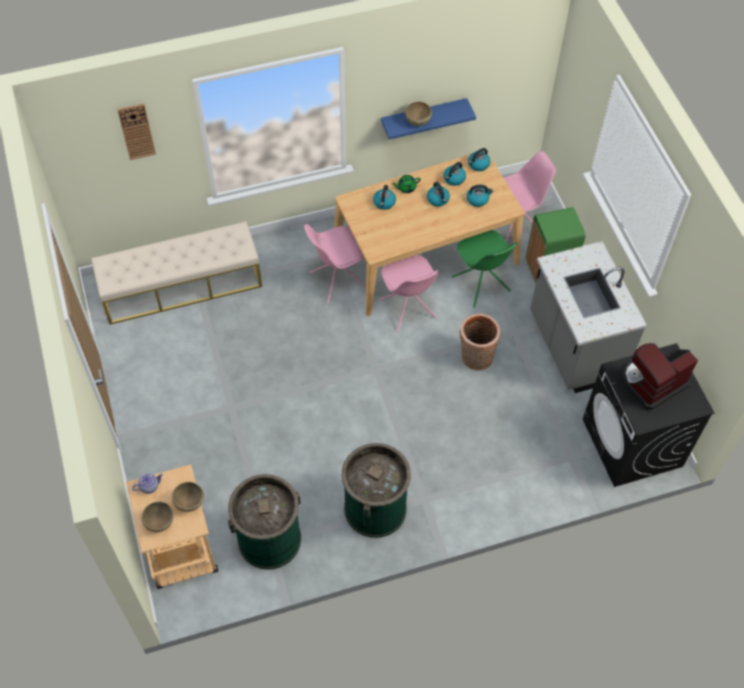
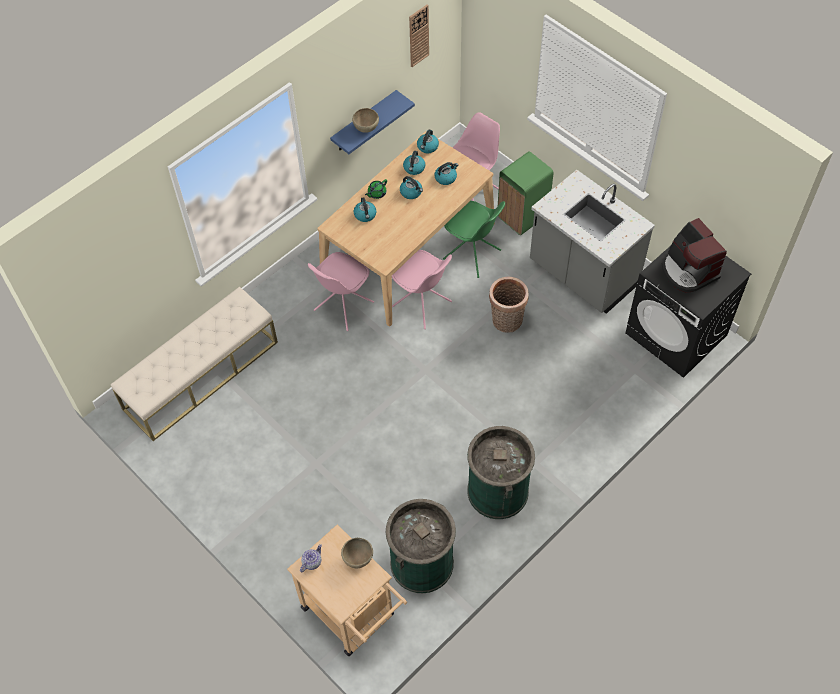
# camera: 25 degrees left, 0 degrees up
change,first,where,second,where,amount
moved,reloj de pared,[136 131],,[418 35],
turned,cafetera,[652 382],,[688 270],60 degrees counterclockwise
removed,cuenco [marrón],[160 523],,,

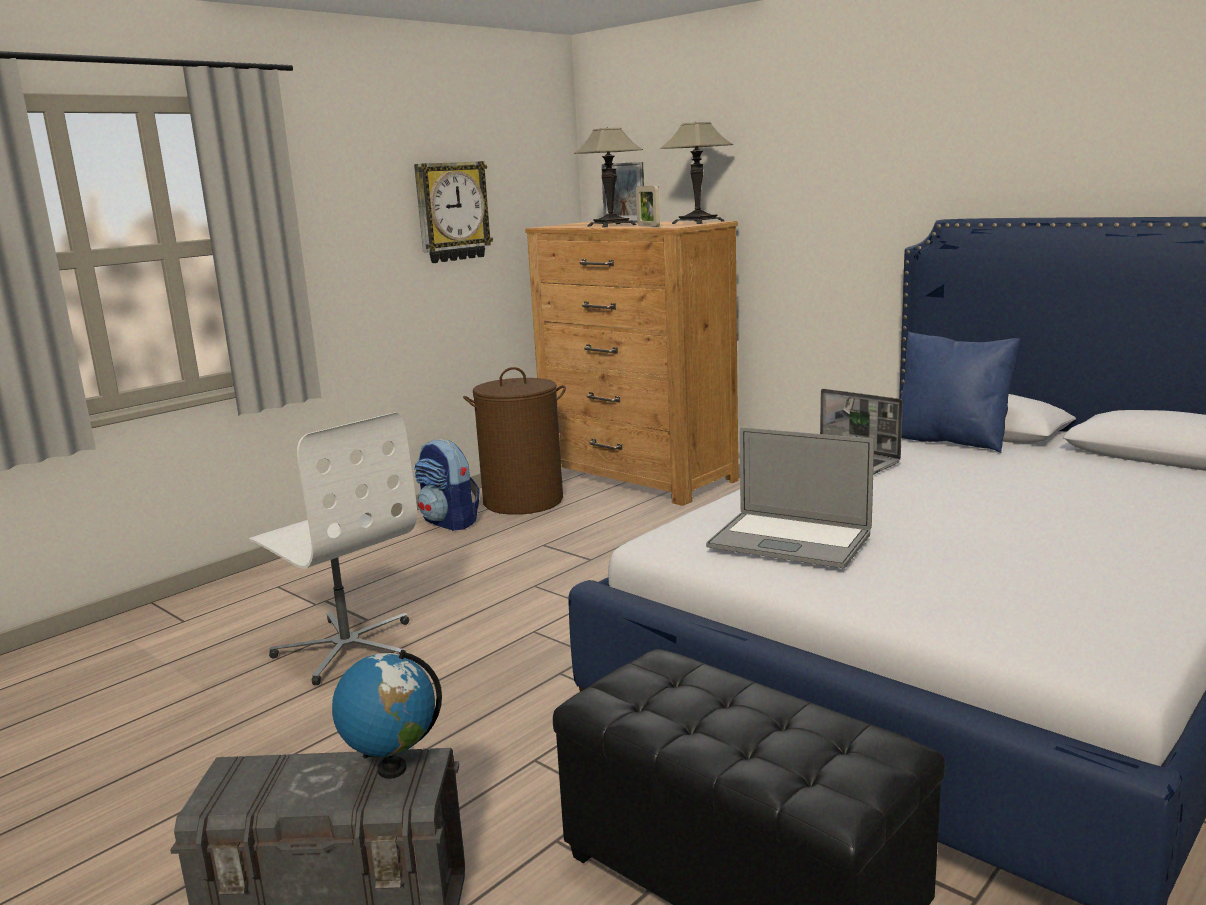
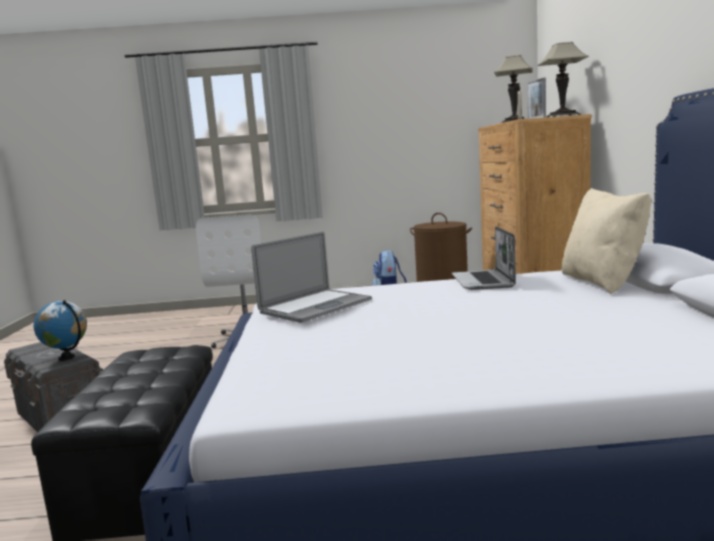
# camera: 45 degrees right, 5 degrees down
change,first,where,second,where,amount
removed,reloj de pared,[451 211],,,
recoloured,cojín [azul],[950 441],cojín [beis],[602 282],
turned,portátil,[789 540],,[315 306],120 degrees counterclockwise

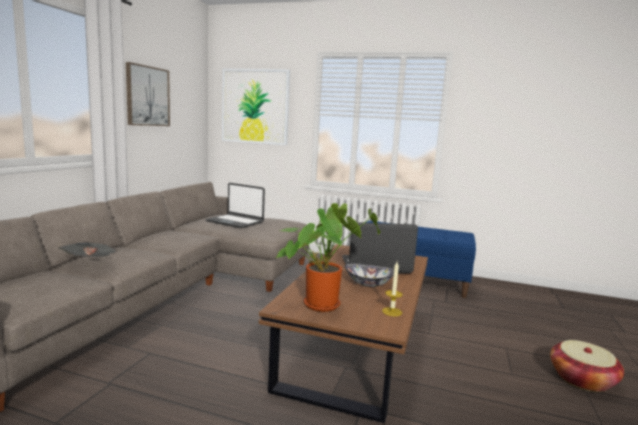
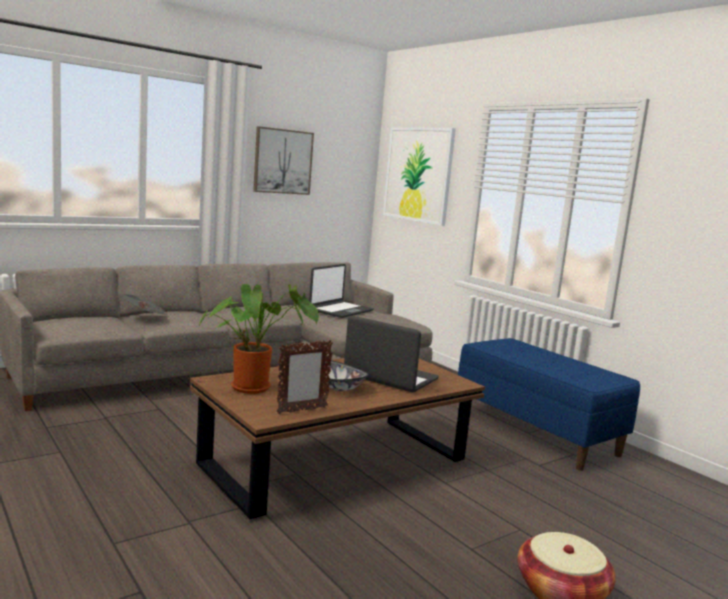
# camera: 35 degrees right, 0 degrees up
change,first,where,second,where,amount
turned,portátil,[235 222],,[340 310],120 degrees counterclockwise
replaced,vela,[392 312],portarretratos,[301 410],

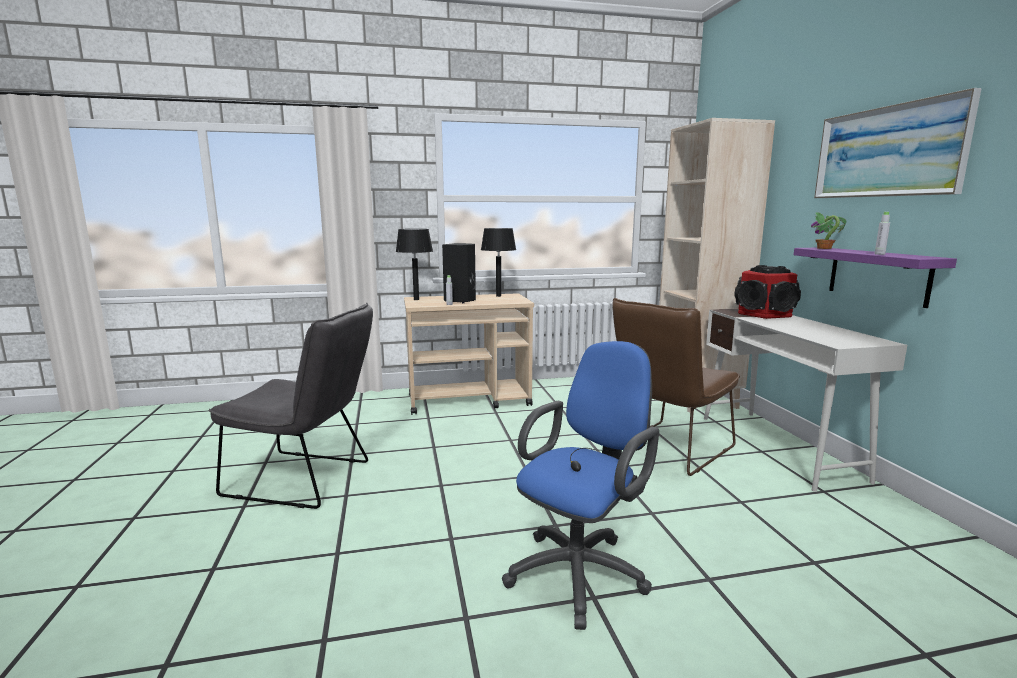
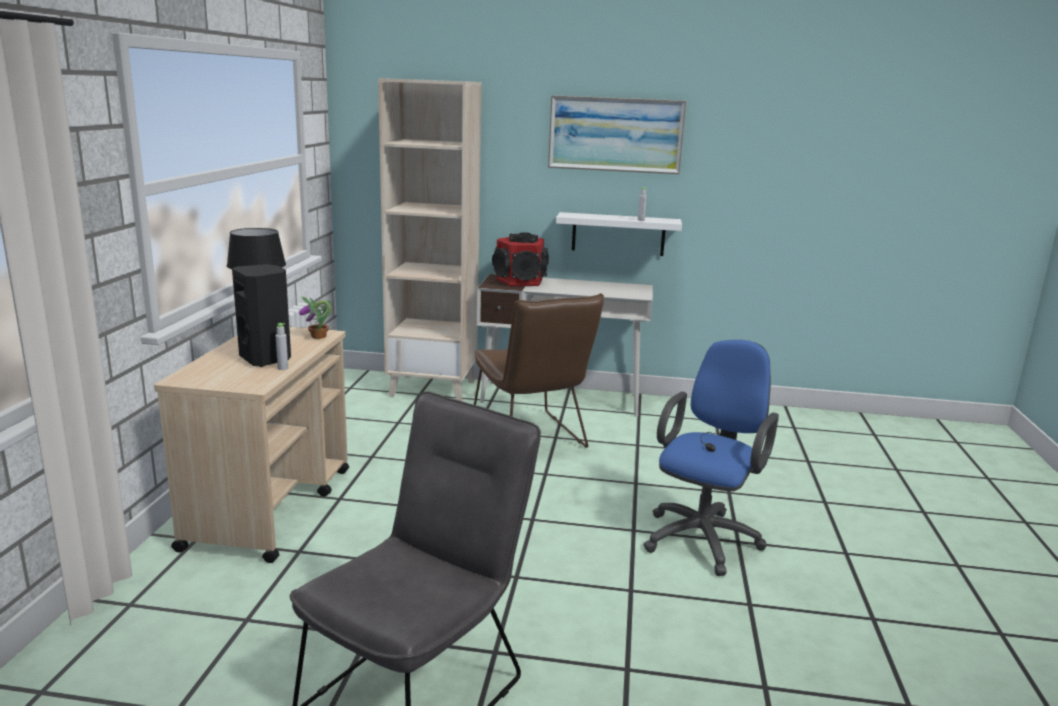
# camera: 70 degrees left, 5 degrees up
change,first,where,second,where,amount
moved,planta en maceta,[824 248],,[319 336],
removed,lámpara de mesa [negro],[416 299],,,
recoloured,estante [morado],[878 275],estante [blanco],[618 234],
turned,silla de oficina [azul],[581 570],,[704 537],60 degrees clockwise

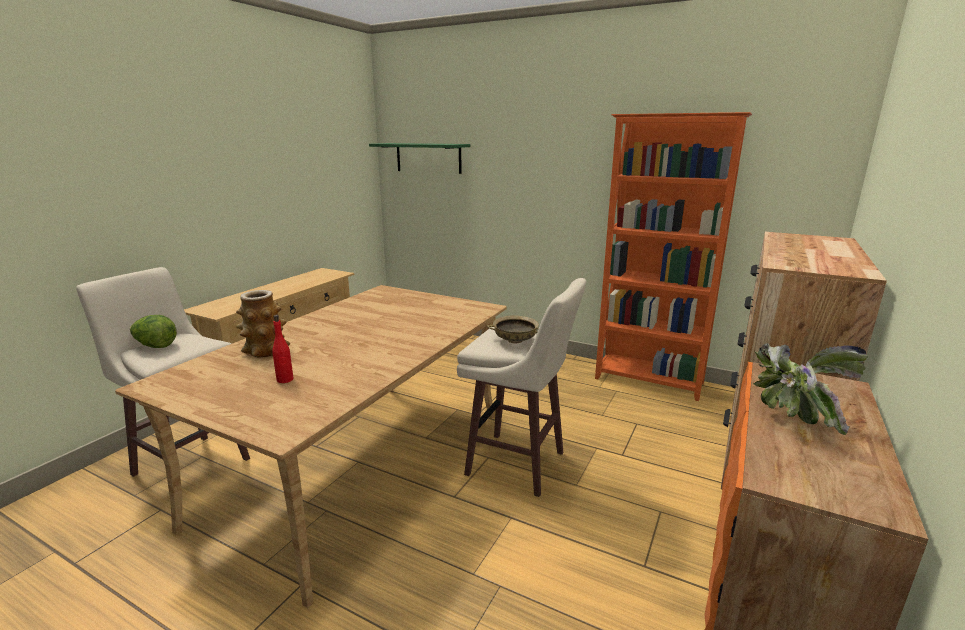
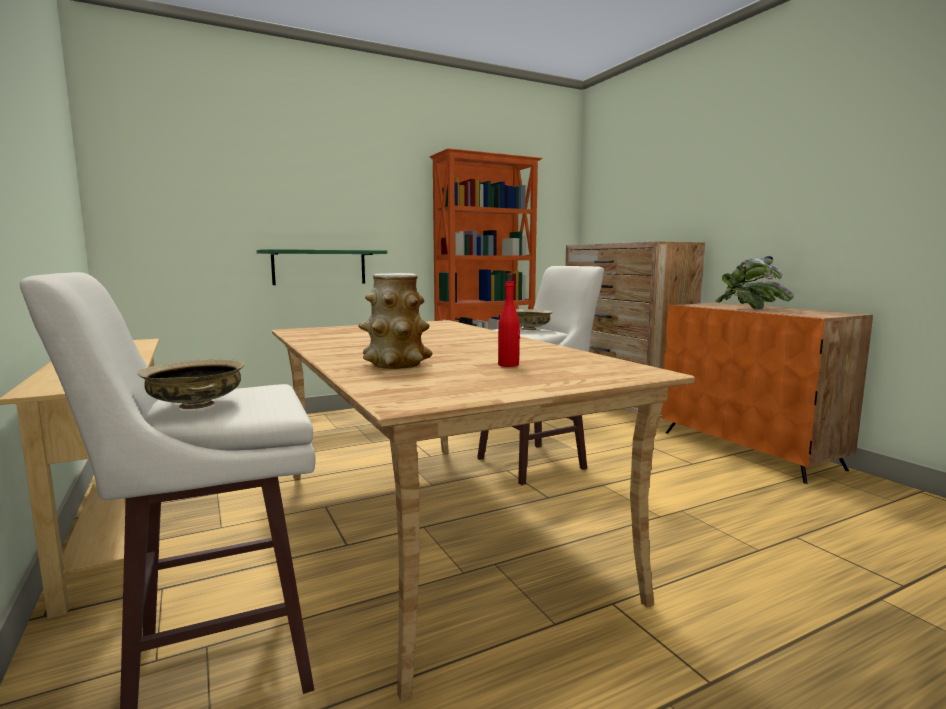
# camera: 55 degrees left, 10 degrees down
change,first,where,second,where,amount
moved,estante [verde],[428 158],,[319 267],
replaced,lechuga,[155 346],cuenco [beis],[196 405],

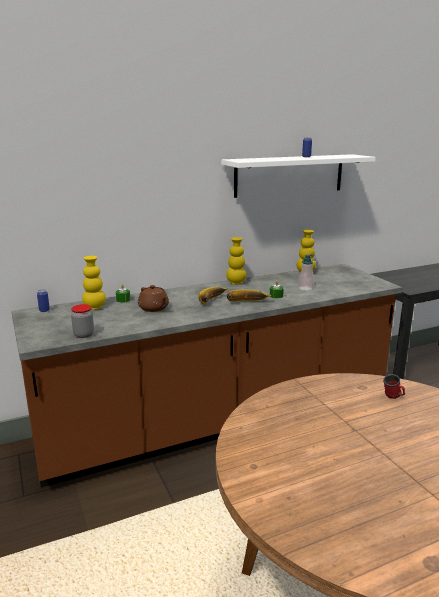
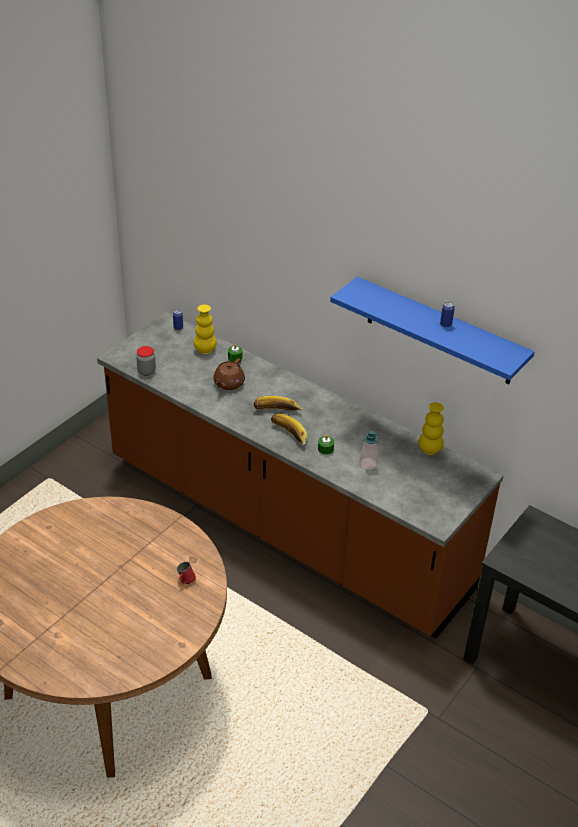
# camera: 60 degrees right, 20 degrees up
change,first,where,second,where,amount
recoloured,estante [blanco],[289 175],estante [azul],[439 332],
removed,florero [amarillo],[236 282],,,

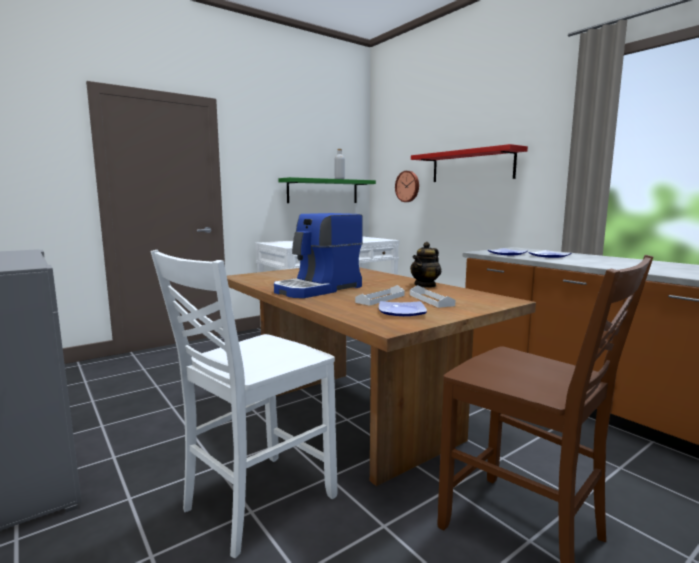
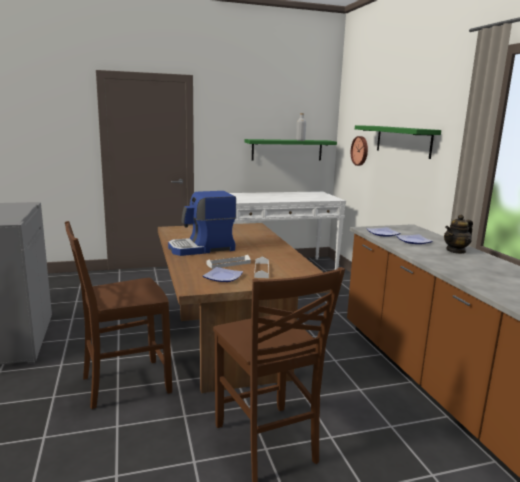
# camera: 20 degrees right, 5 degrees up
change,first,where,second,where,amount
recoloured,estante [rojo],[471 166],estante [verde],[403 141],
moved,tetera,[425 285],,[456 251],
recoloured,silla [blanco],[256 502],silla [marrón],[124 384],

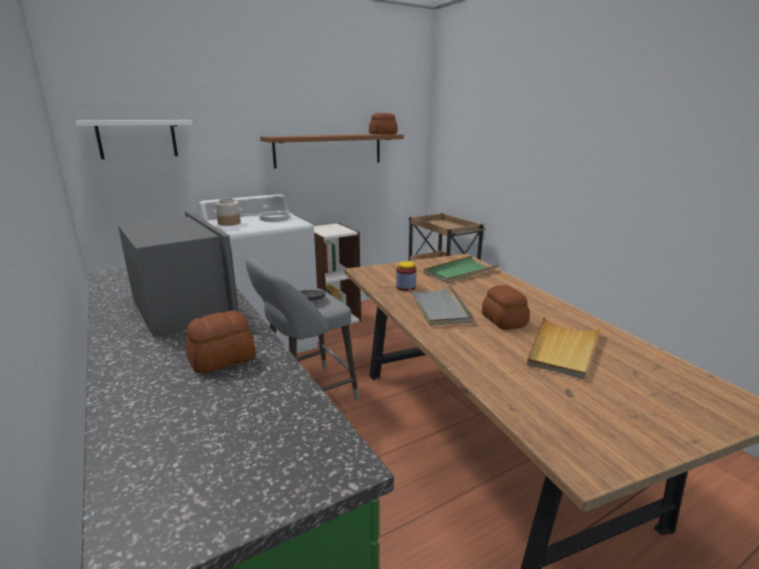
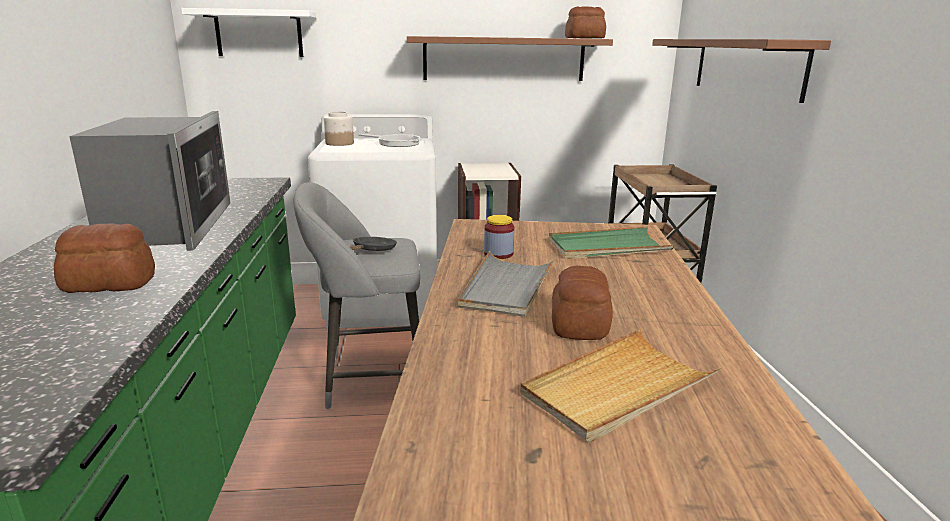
# camera: 25 degrees right, 0 degrees up
change,first,where,second,where,amount
added,,,estante [marrón],[746 66],

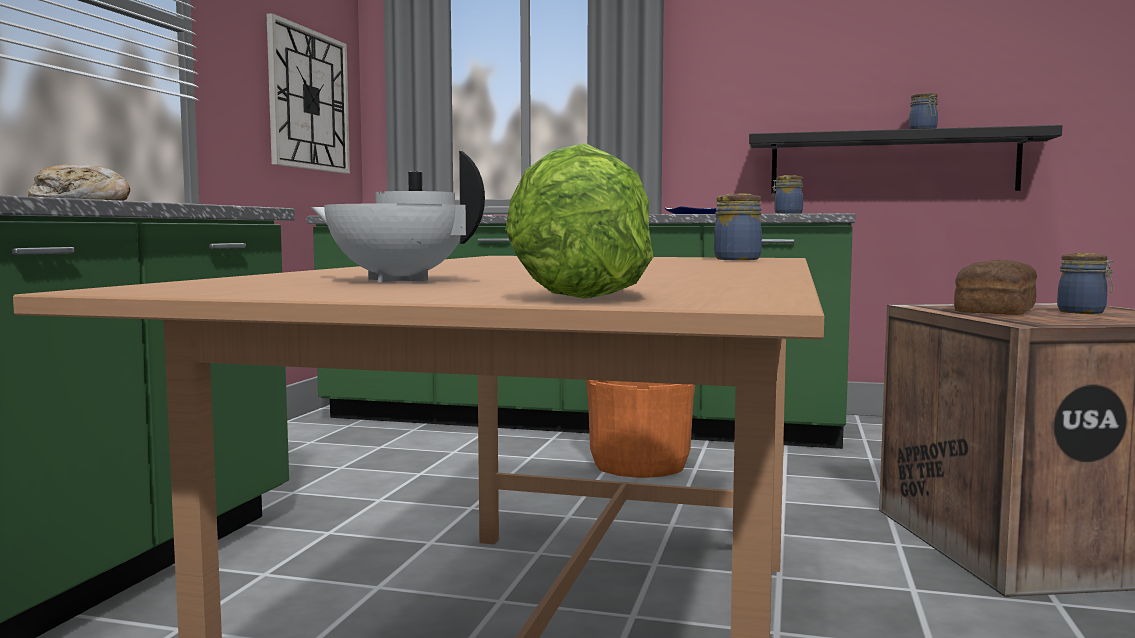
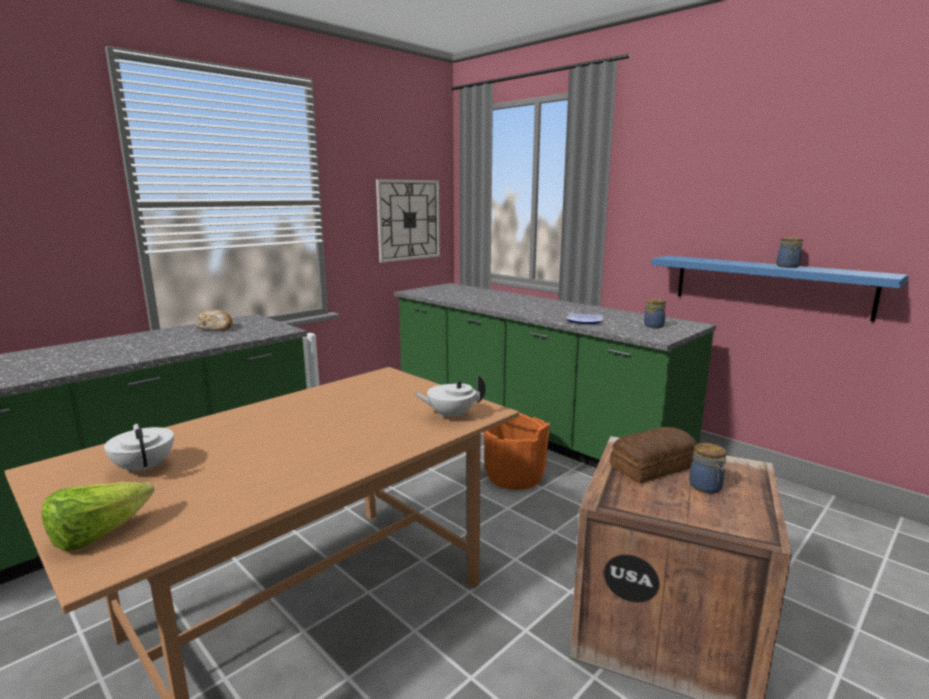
# camera: 30 degrees right, 10 degrees up
change,first,where,second,where,amount
recoloured,estante [negro],[892 163],estante [azul],[768 285],
replaced,tarro,[735 259],tetera [blanco],[450 415],

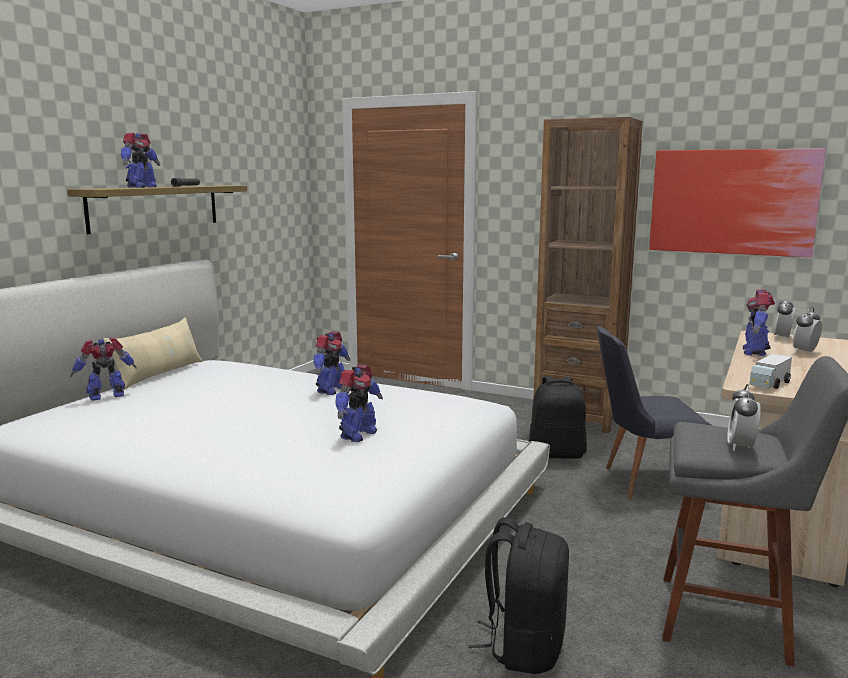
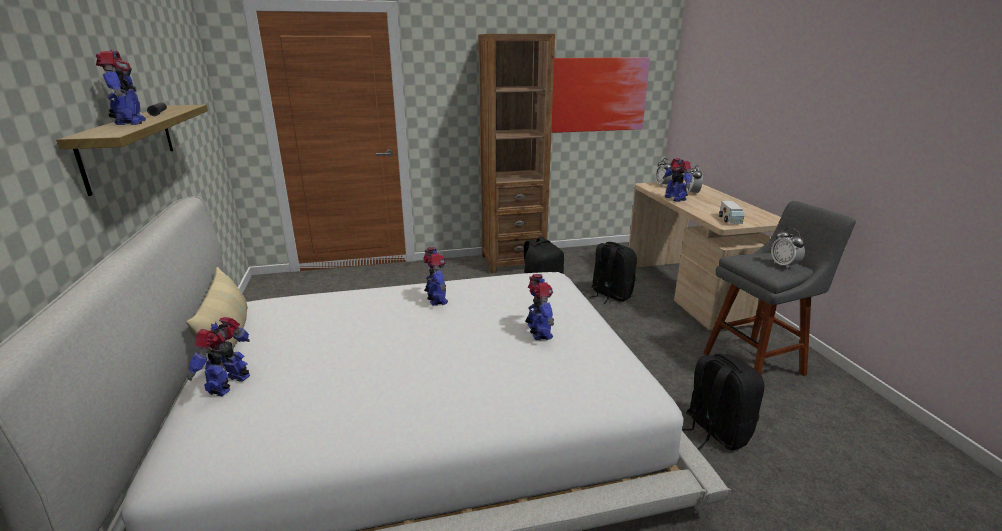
# camera: 40 degrees left, 10 degrees up
change,first,where,second,where,amount
replaced,silla [negro],[645 481],mochila [negro],[610 295],

